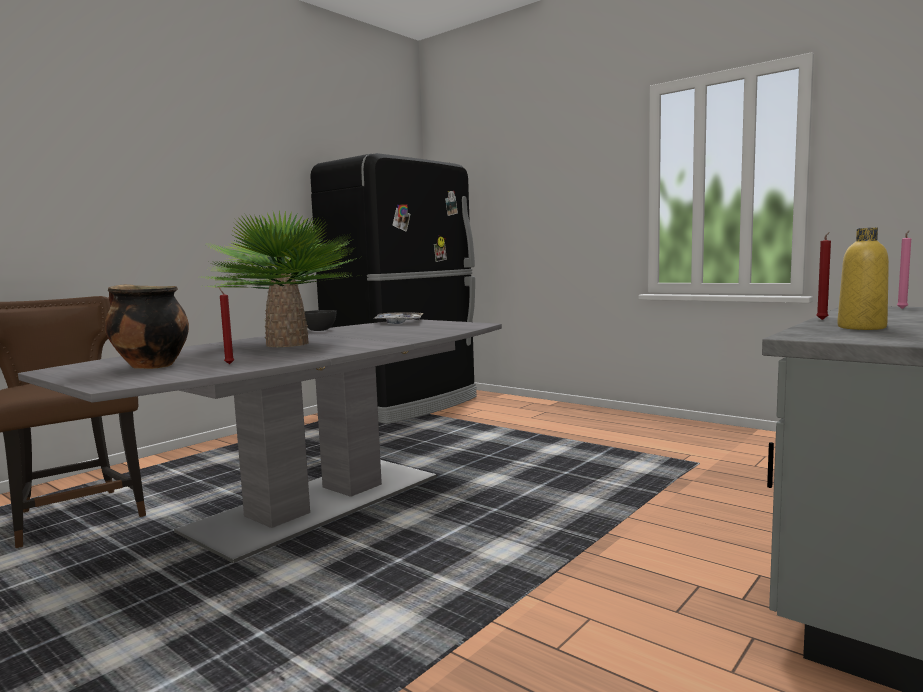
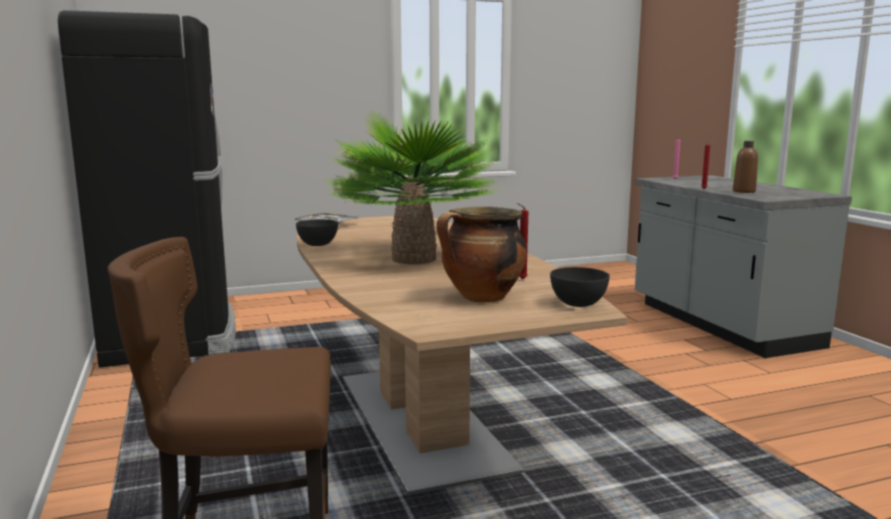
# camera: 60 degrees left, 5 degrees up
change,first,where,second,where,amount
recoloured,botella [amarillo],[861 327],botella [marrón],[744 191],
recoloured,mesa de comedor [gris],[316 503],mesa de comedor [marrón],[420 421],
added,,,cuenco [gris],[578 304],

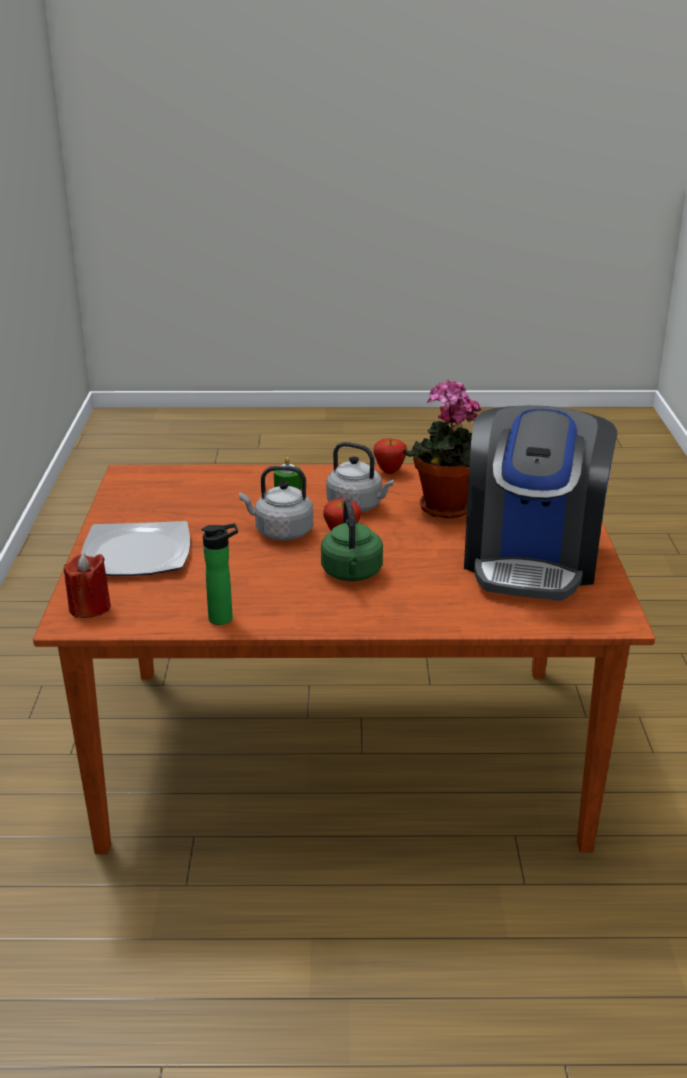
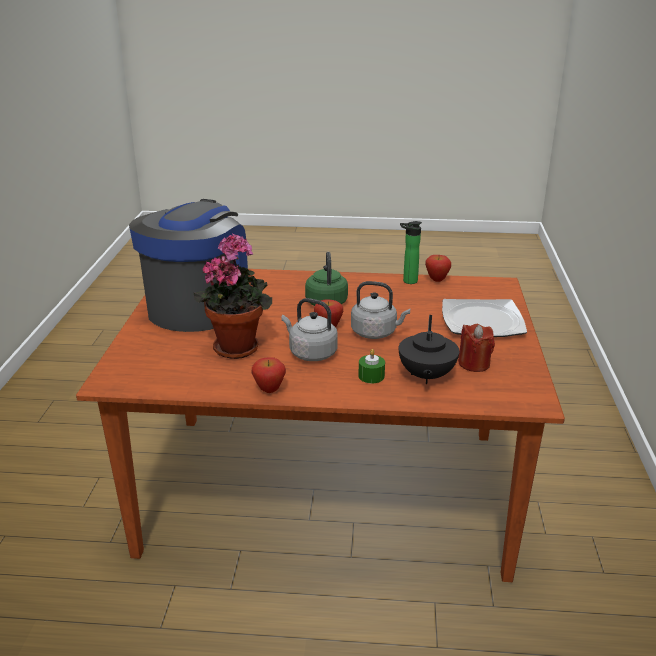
# camera: 175 degrees left, 0 degrees up
change,first,where,second,where,amount
moved,vela [rojo],[89 608],,[474 364],
added,,,manzana,[437 280],
added,,,tetera [negro],[426 376],

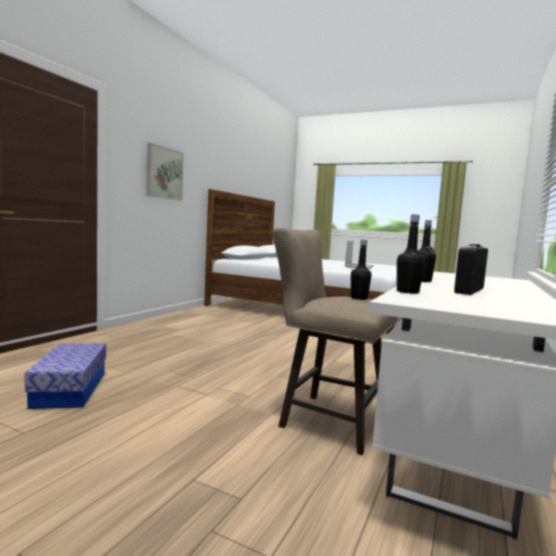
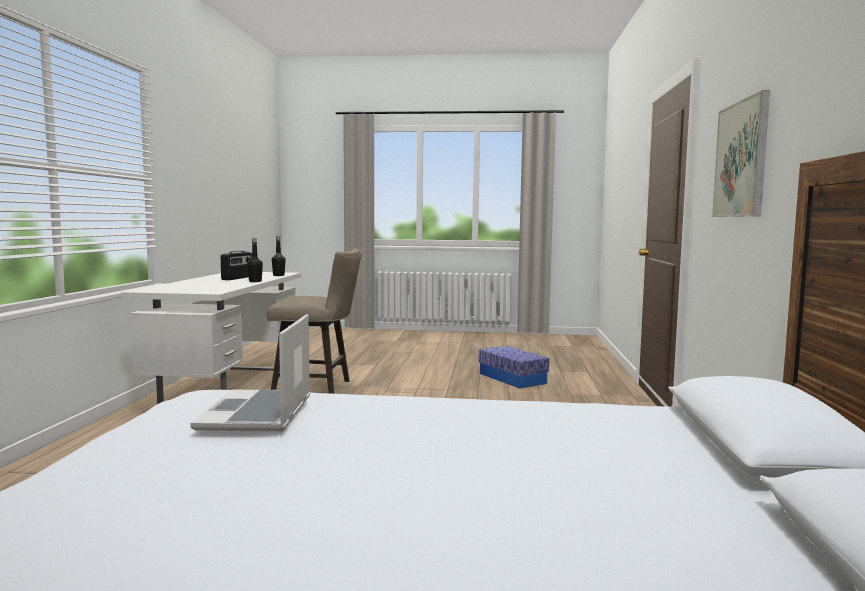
# camera: 160 degrees right, 0 degrees up
change,first,where,second,where,amount
removed,botella [negro],[359 298],,,

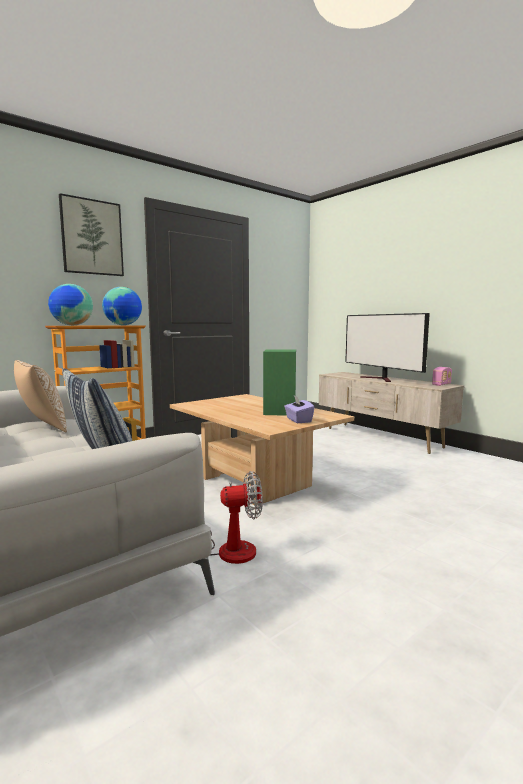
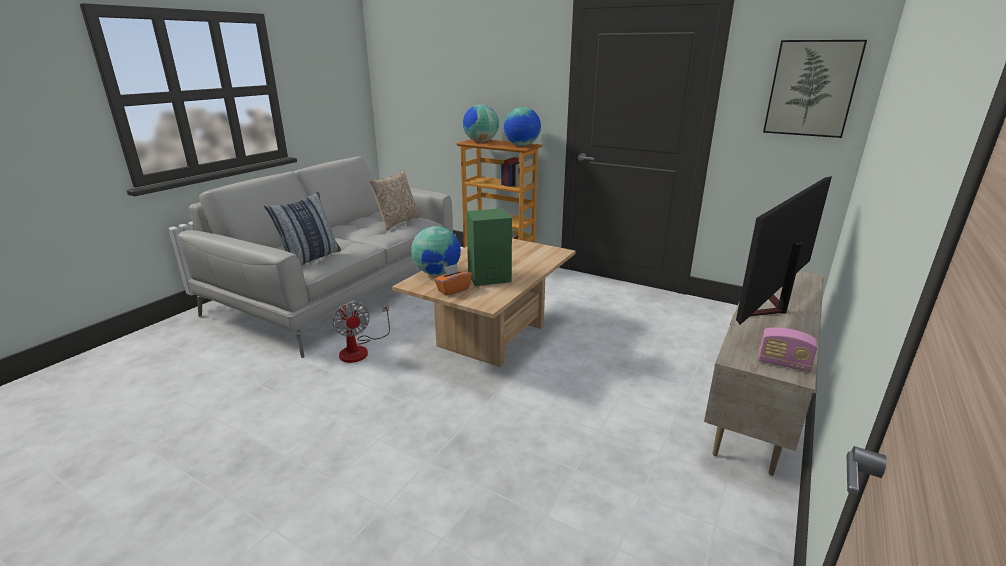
# camera: 70 degrees right, 15 degrees up
change,first,where,second,where,amount
moved,cuadro,[92 237],,[811 88],
recoloured,caja de pañuelos [morado],[298 420],caja de pañuelos [naranja],[453 290],
added,,,globo terráqueo,[437 273],

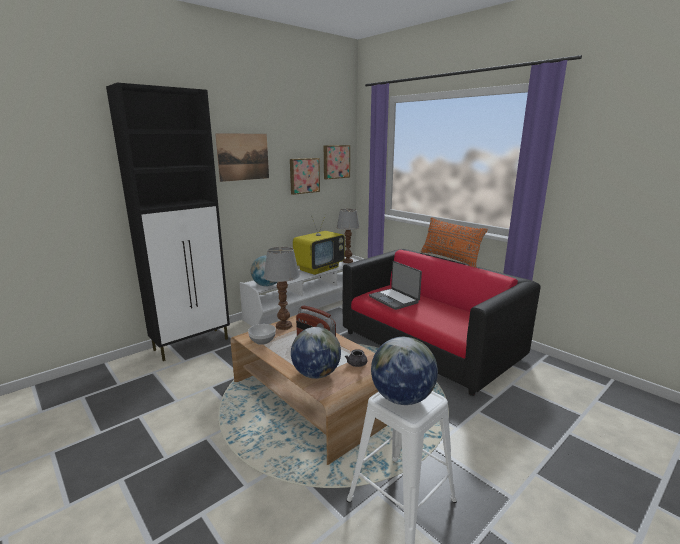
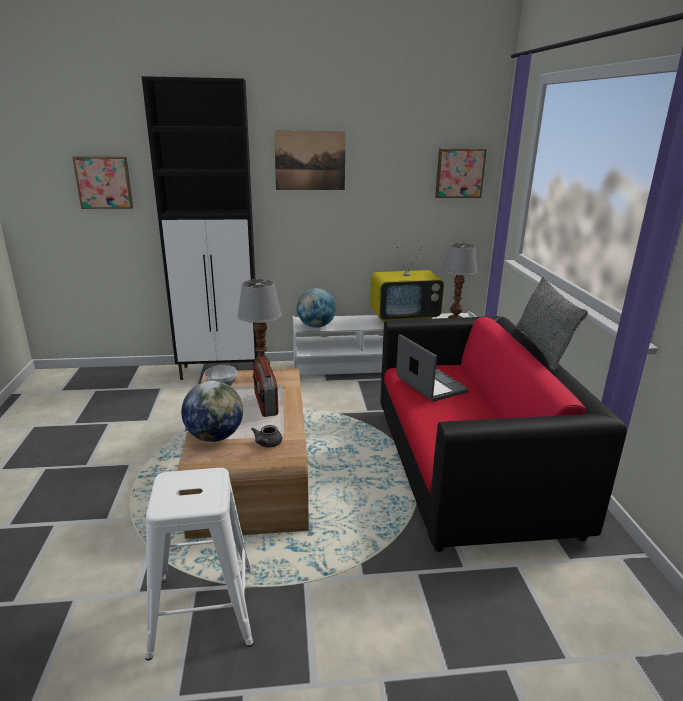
# camera: 35 degrees right, 5 degrees up
change,first,where,second,where,amount
moved,cuadro,[304 175],,[104 182],
recoloured,cojín [naranja],[449 259],cojín [gris],[541 348],
turned,portátil,[394 299],,[429 385],150 degrees clockwise
removed,globo terráqueo,[402 398],,,

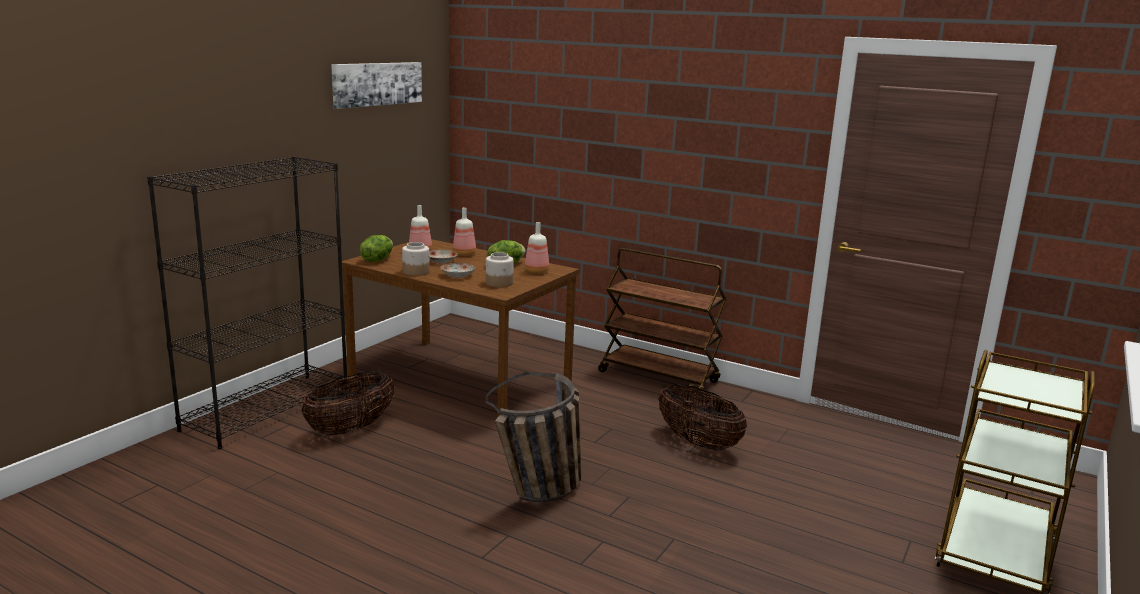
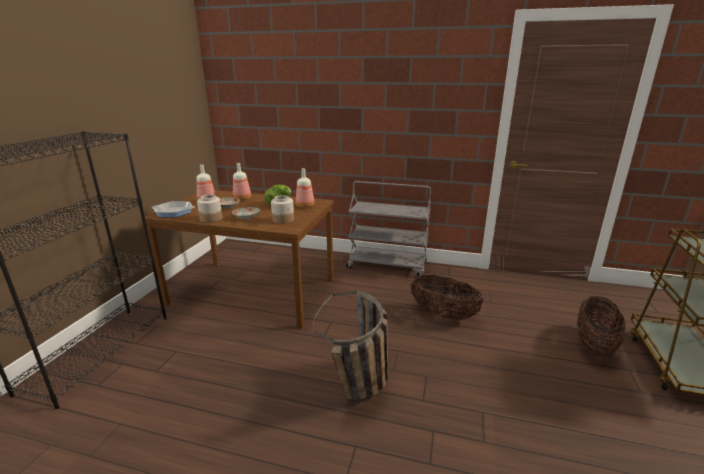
# camera: 15 degrees left, 5 degrees up
change,first,where,second,where,amount
removed,cuadro,[377 84],,,
replaced,lechuga,[377 260],sartén,[174 212],
recoloured,carrito [marrón],[659 377],carrito [gris],[388 265],
moved,cesta,[351 428],,[594 345],

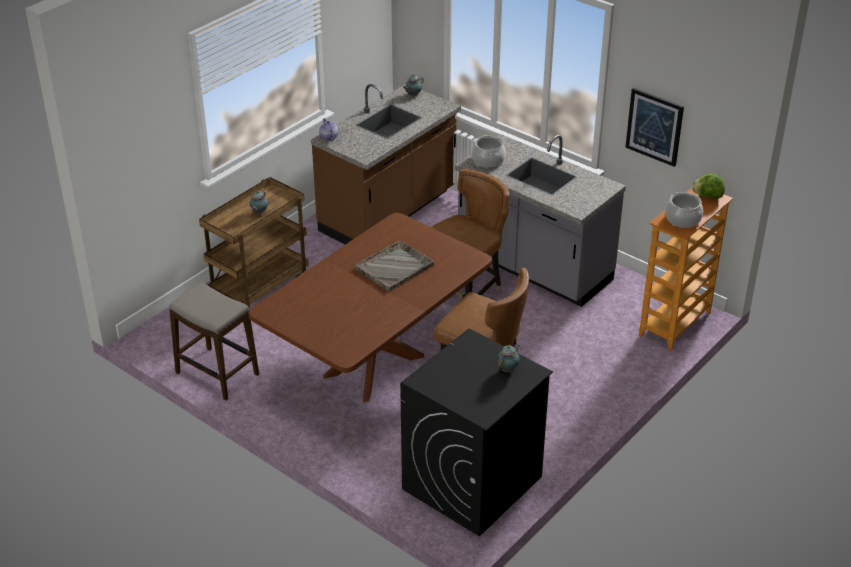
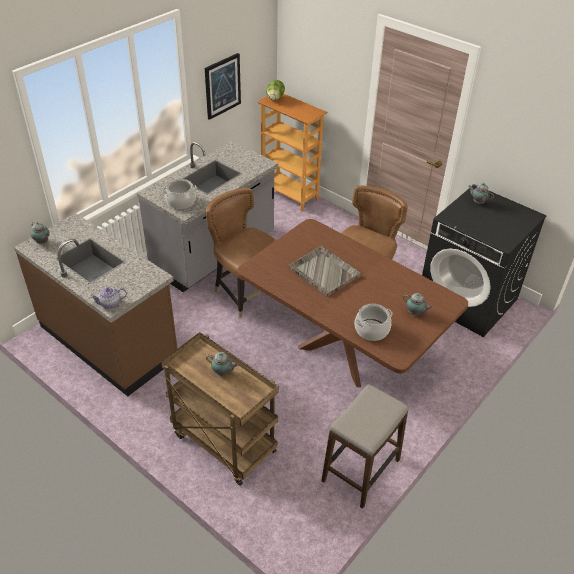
# camera: 90 degrees left, 5 degrees up
change,first,where,second,where,amount
moved,olla,[682 219],,[371 330],
added,,,tetera,[415 313],

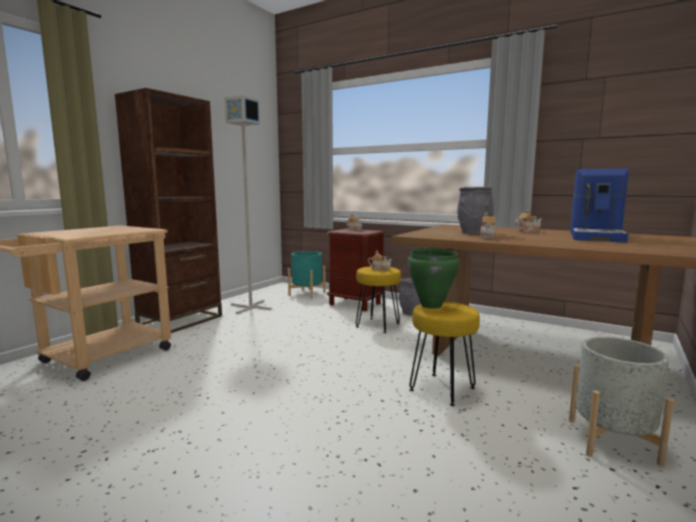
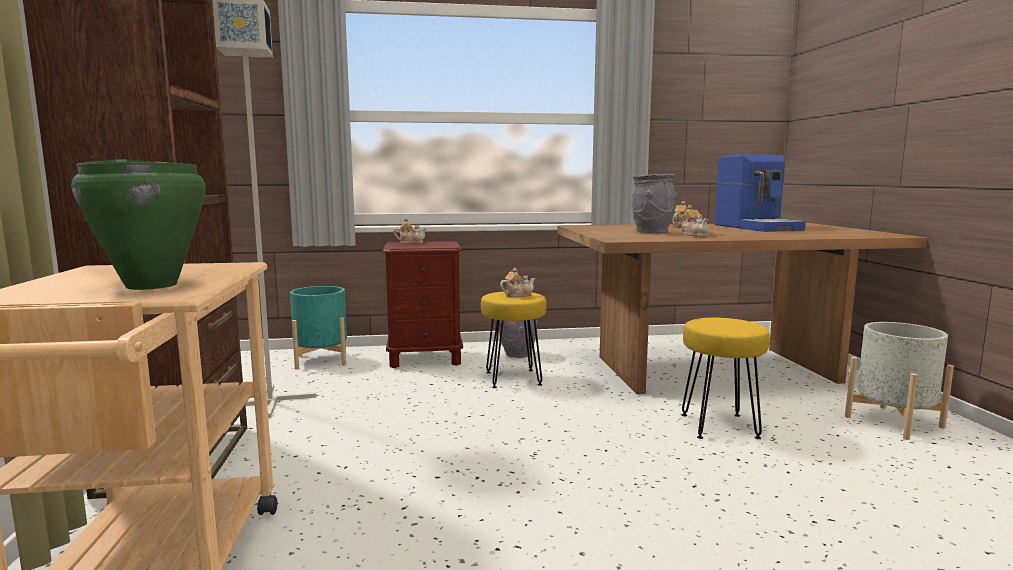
# camera: 40 degrees left, 0 degrees up
change,first,where,second,where,amount
moved,olla [verde],[431 305],,[152 285],

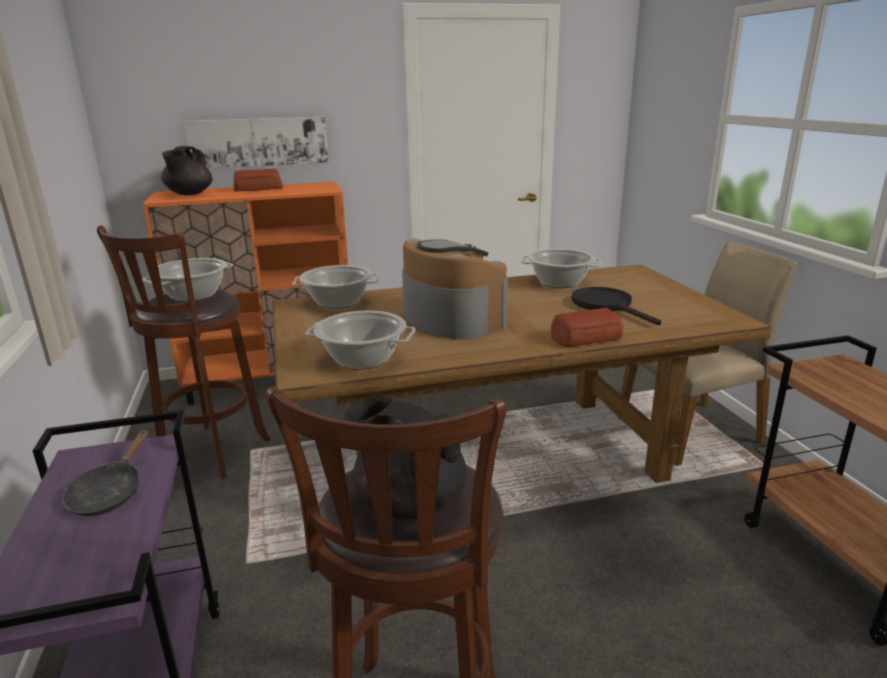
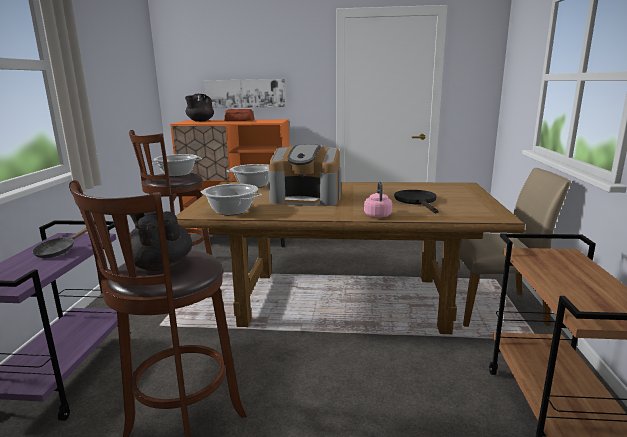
# camera: 20 degrees right, 5 degrees down
change,first,where,second,where,amount
turned,cafetera,[450 319],,[306 198],120 degrees clockwise
removed,olla,[559 283],,,
replaced,pan,[585 337],hervidor [rosa],[377 215],

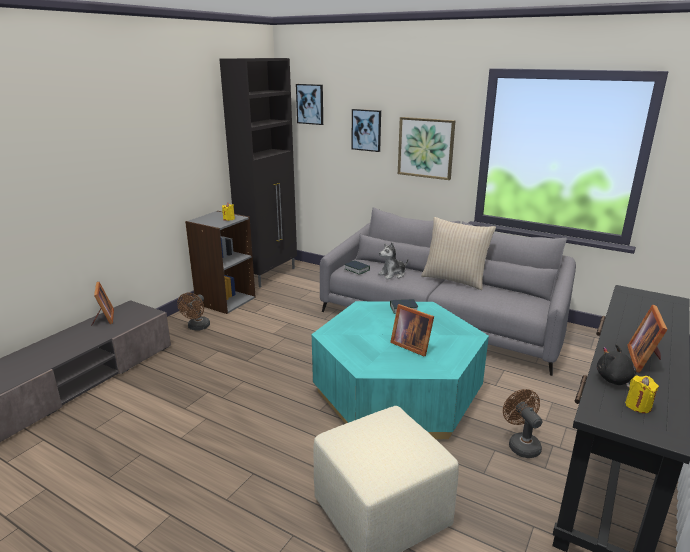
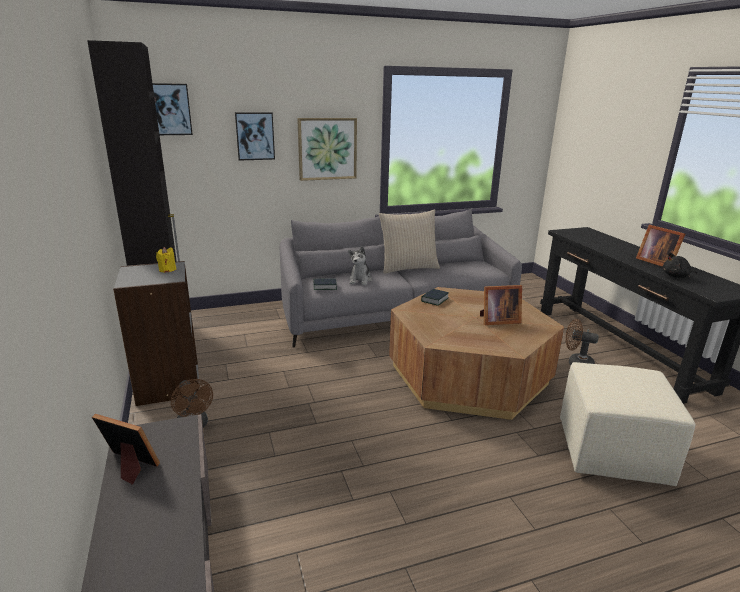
# camera: 50 degrees left, 0 degrees up
change,first,where,second,where,amount
recoloured,mesa de centro [turquesa],[397 393],mesa de centro [marrón],[468 375],
removed,vela [amarillo],[638 406],,,

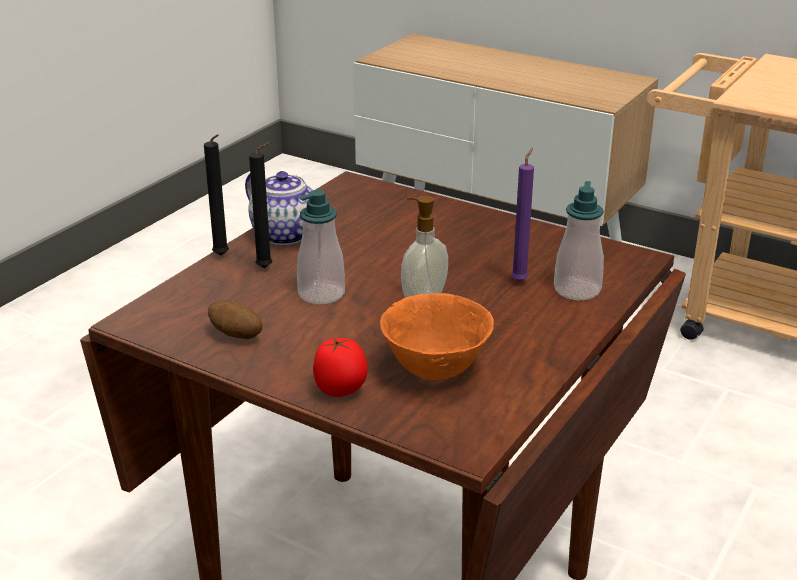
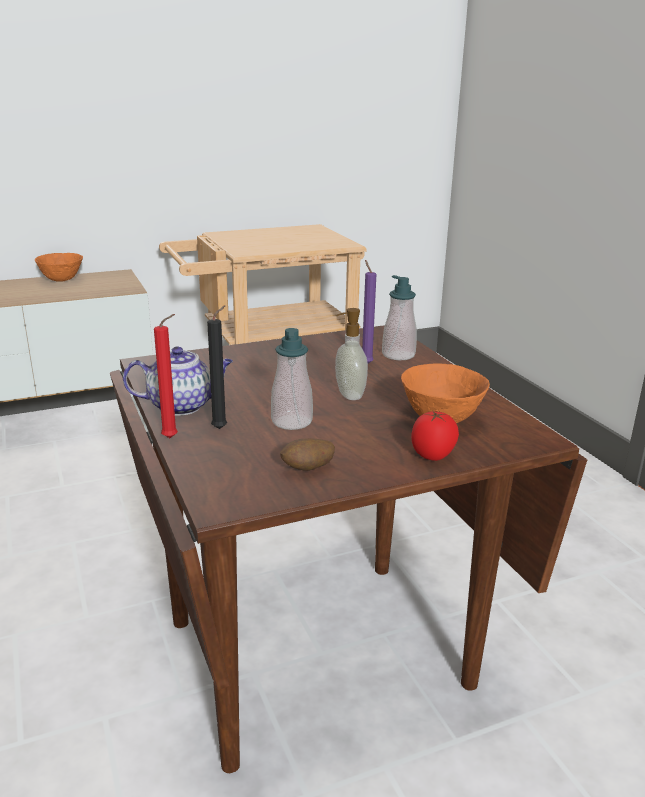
# camera: 55 degrees left, 5 degrees down
change,first,where,second,where,amount
recoloured,vela [negro],[222 256],vela [rojo],[172 438],
added,,,cuenco [naranja],[62 280],

